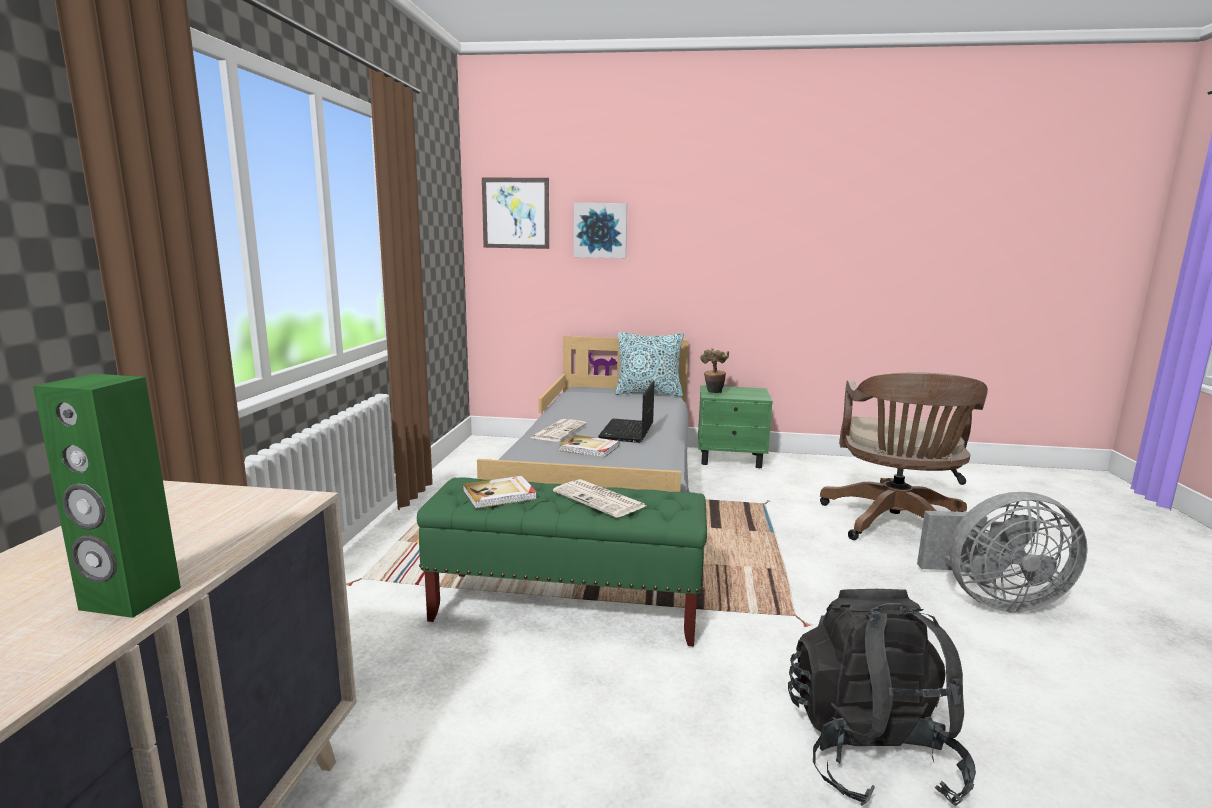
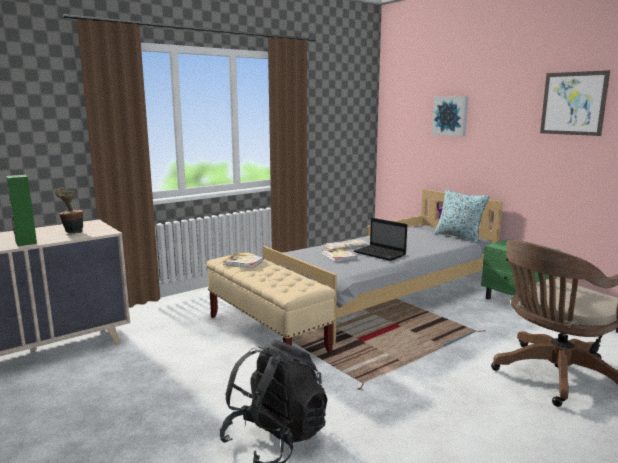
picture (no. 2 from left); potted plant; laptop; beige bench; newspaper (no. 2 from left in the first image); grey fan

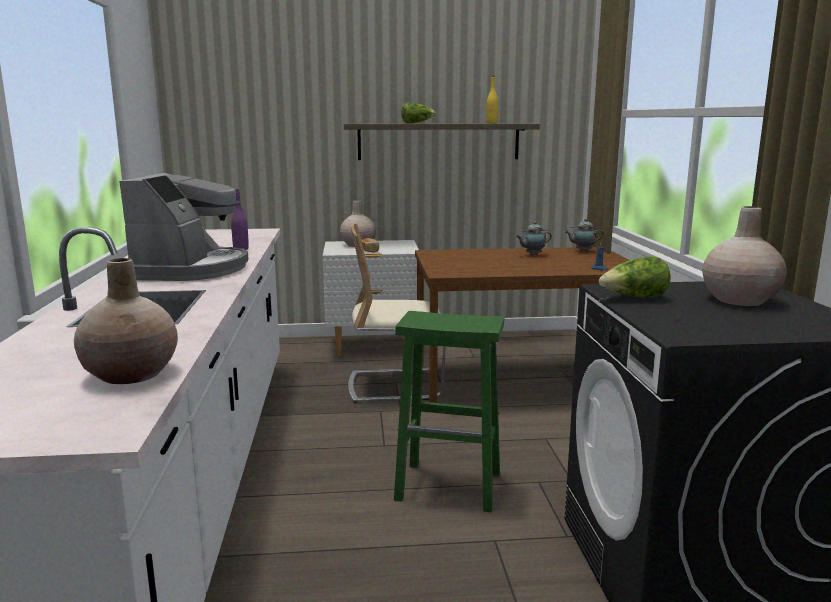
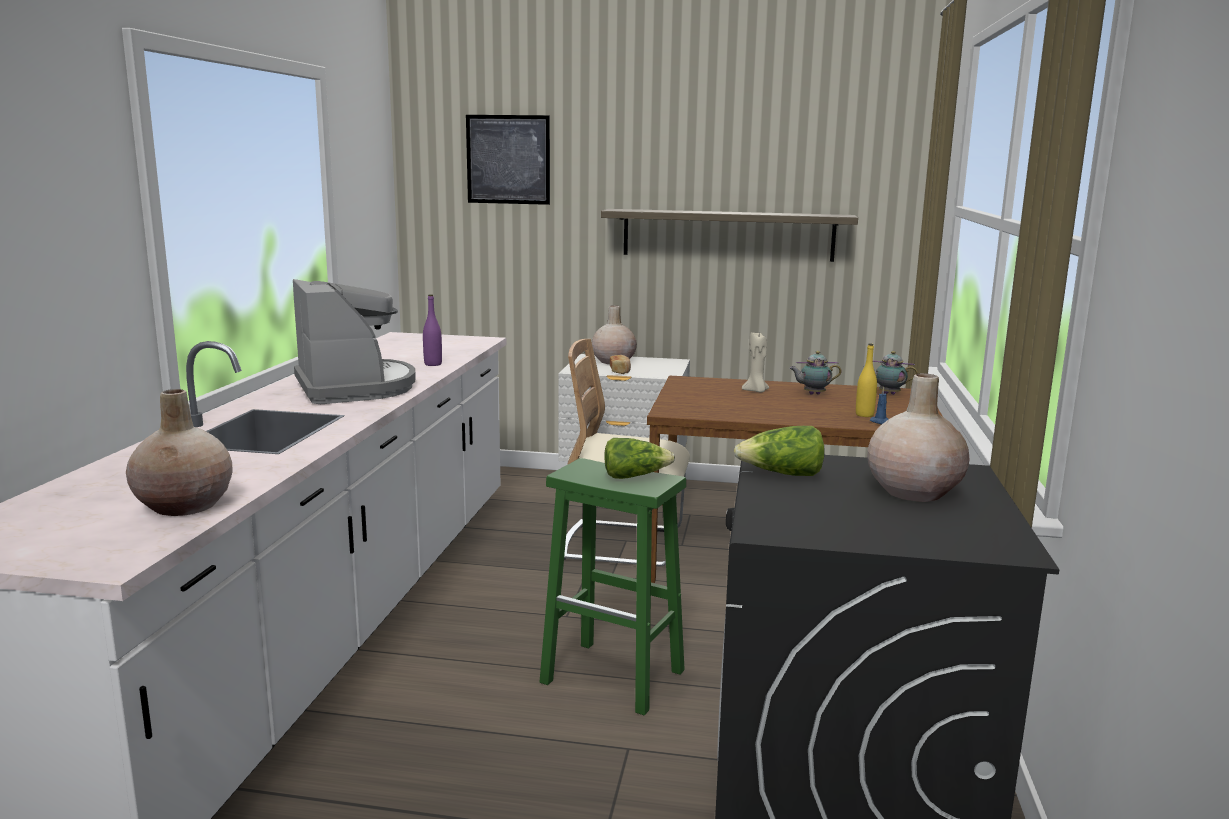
yellow bottle; lettuce (no. 1 from left); coffee machine; picture; beige candle

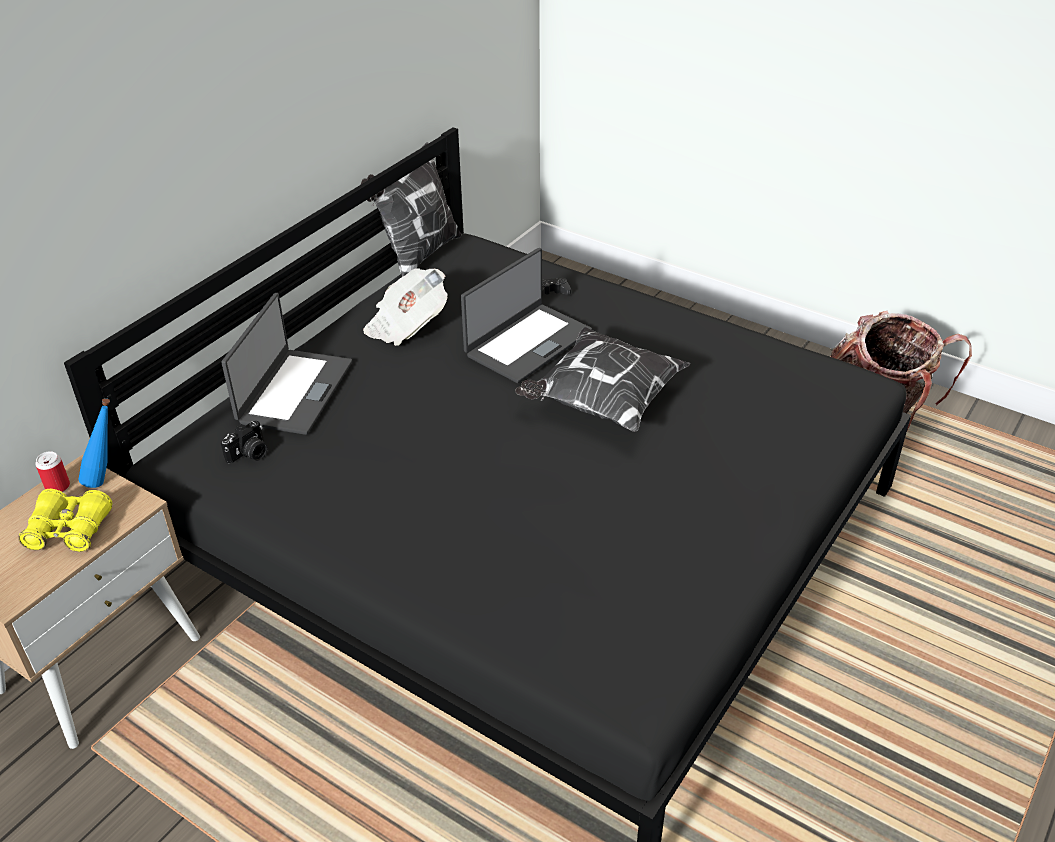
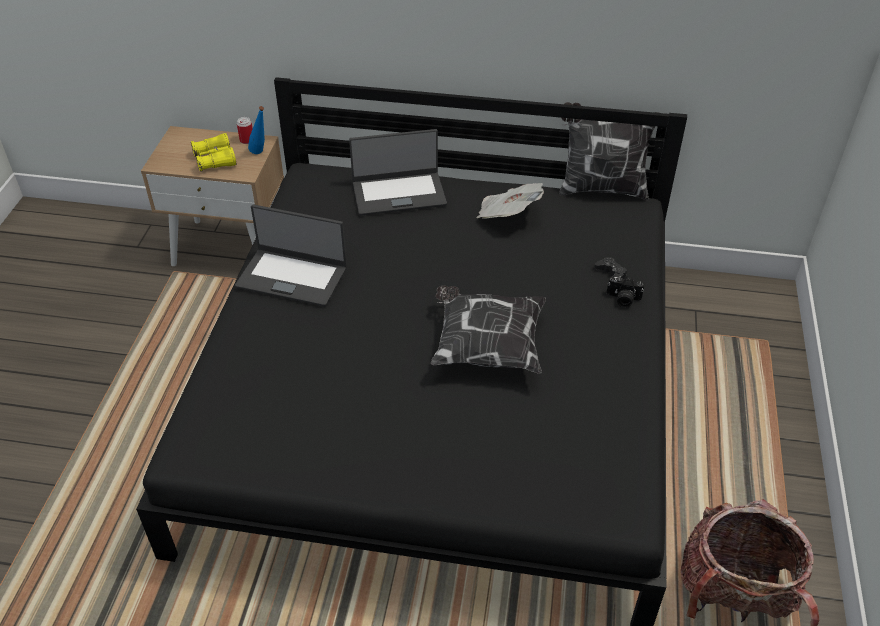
laptop (no. 1 from left); photo camera

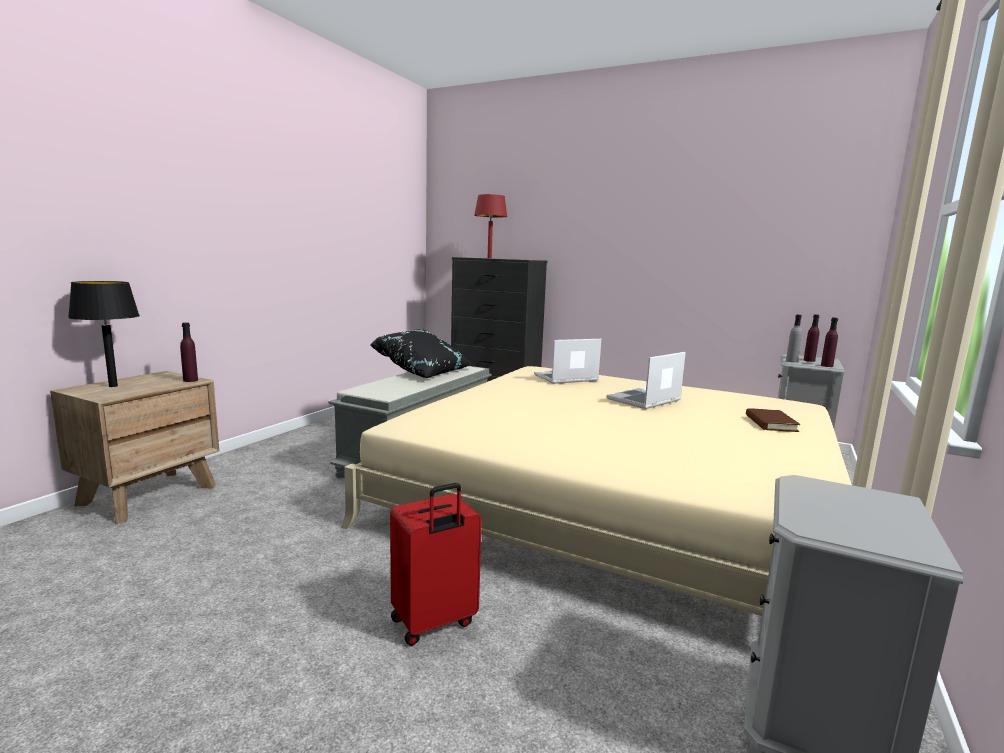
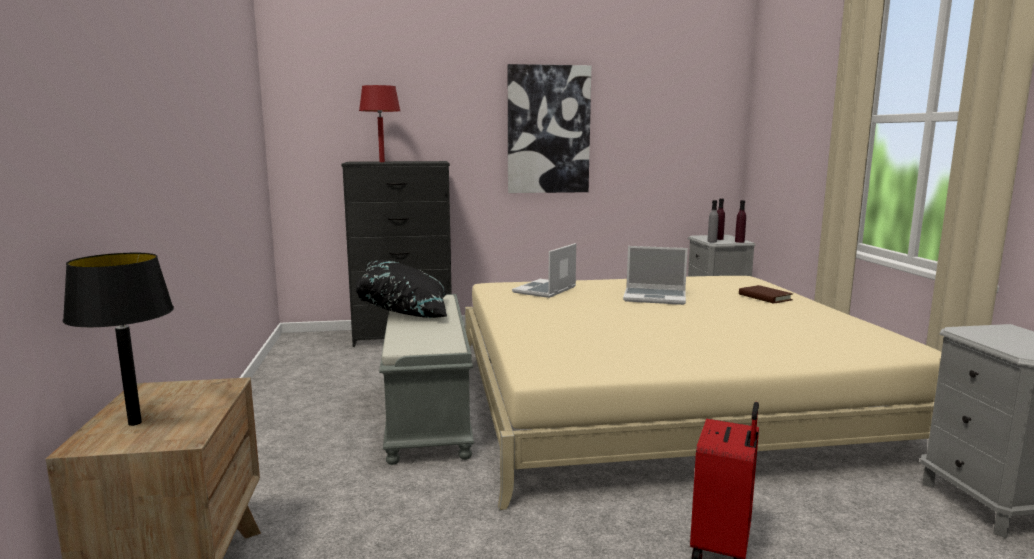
purple bottle (no. 1 from left in the first image); laptop (no. 2 from left); picture

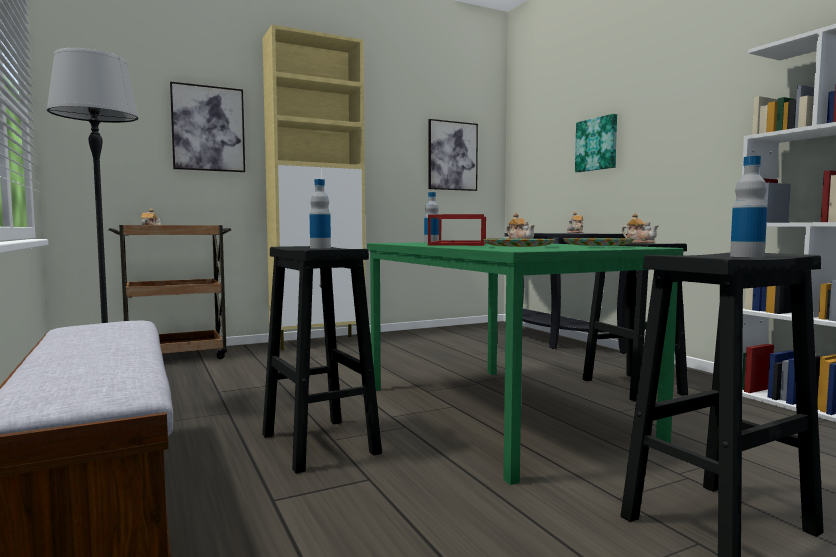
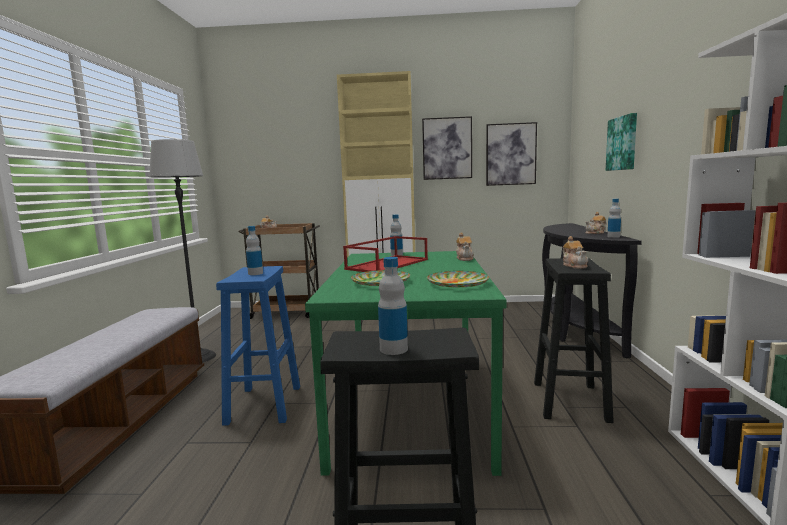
picture (no. 1 from left); blue stool; bottle (no. 4 from left)

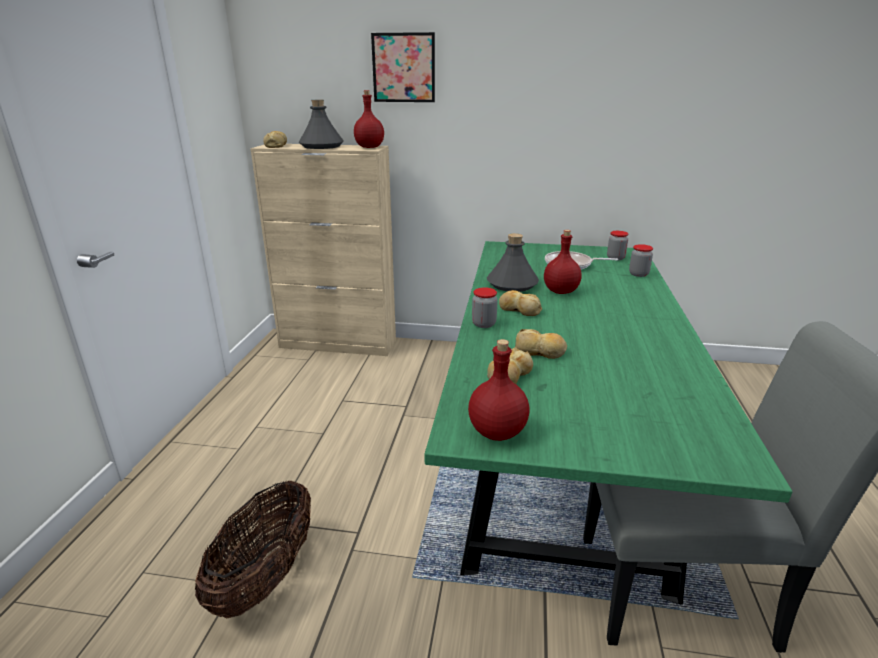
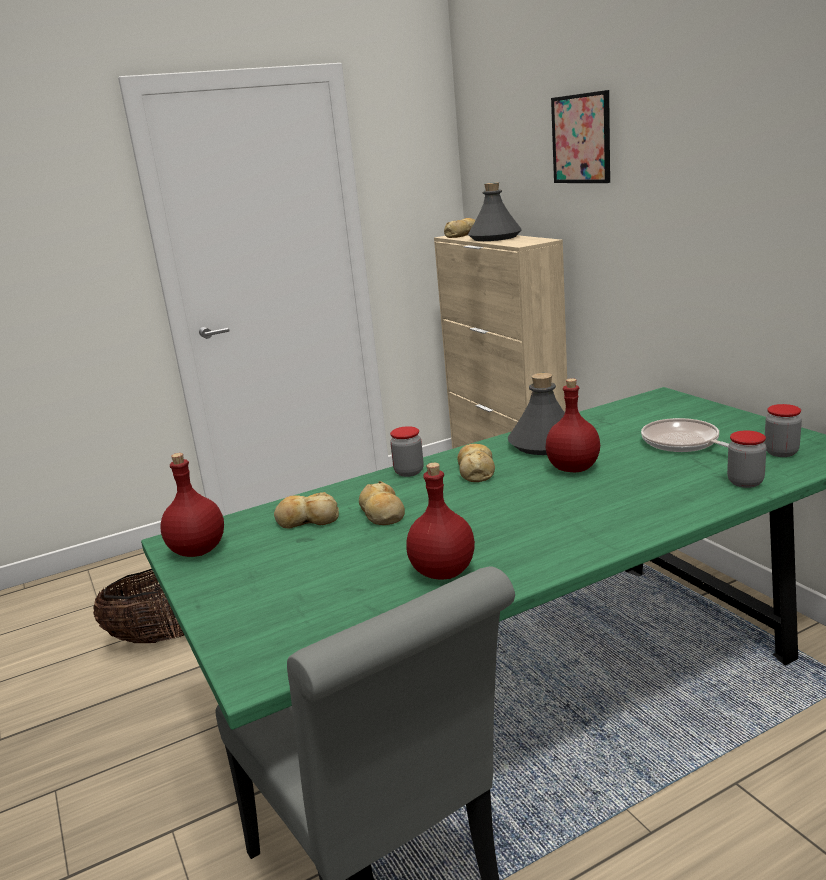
red bottle (no. 2 from left)

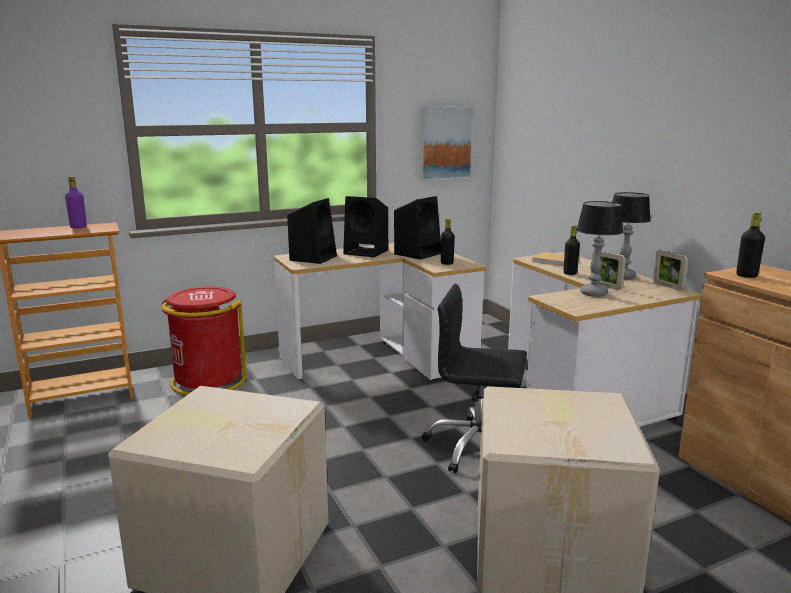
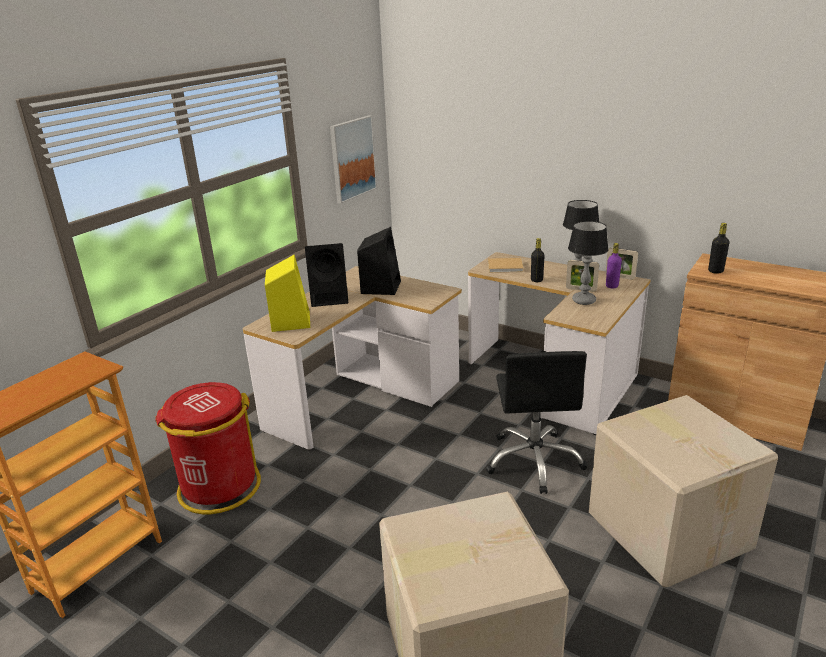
purple bottle; yellow speaker; black bottle (no. 1 from left in the first image); black office chair

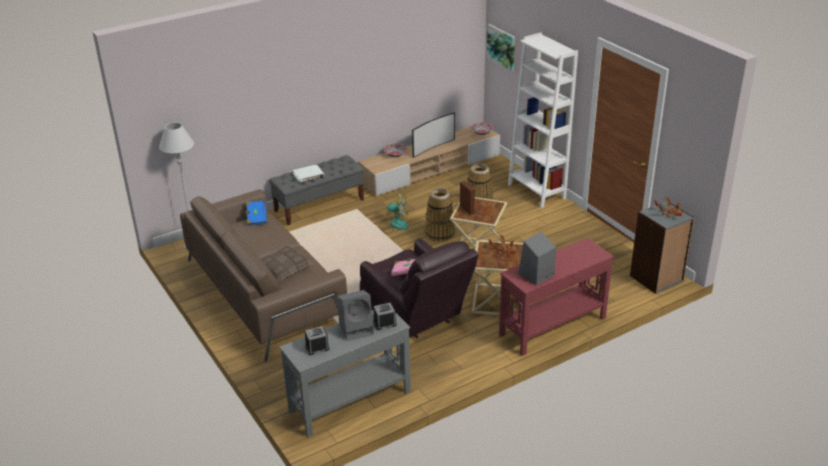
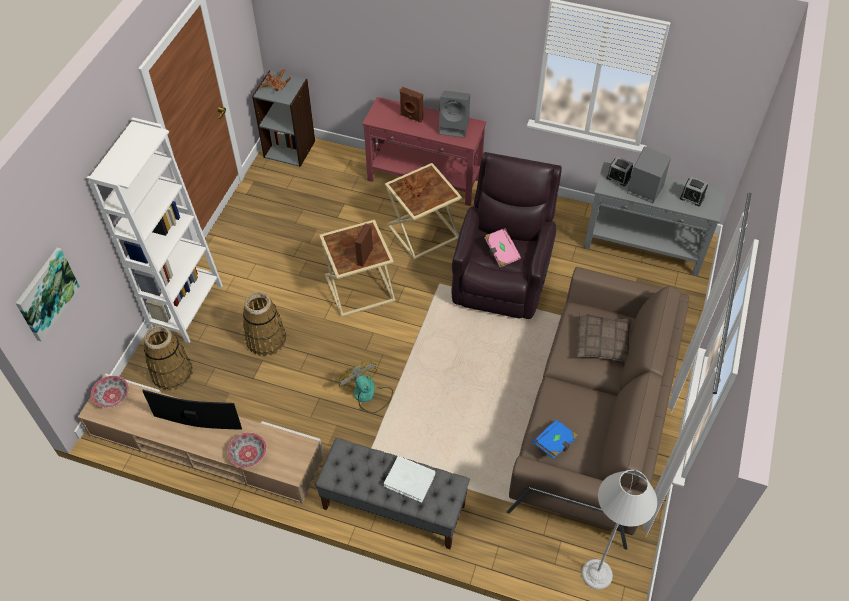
basket (no. 1 from left); brown speaker (no. 2 from left)

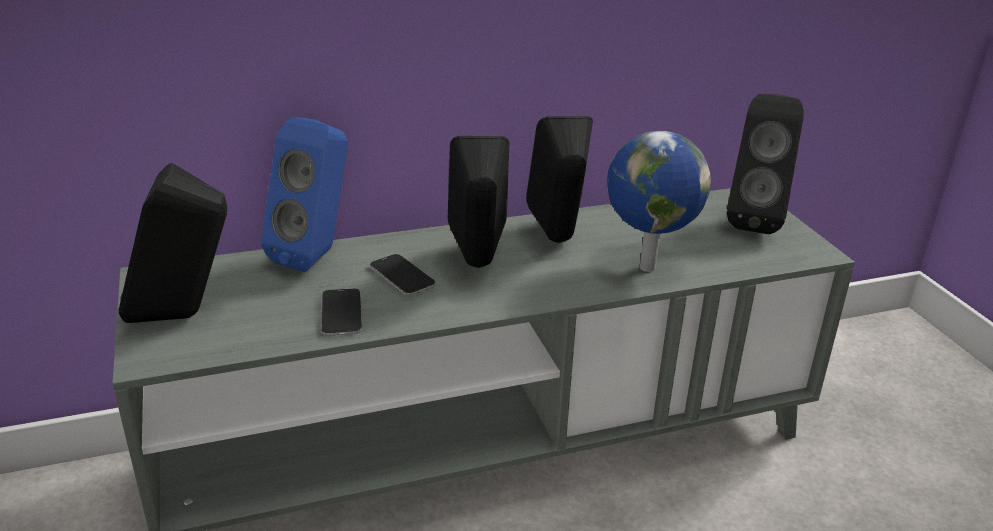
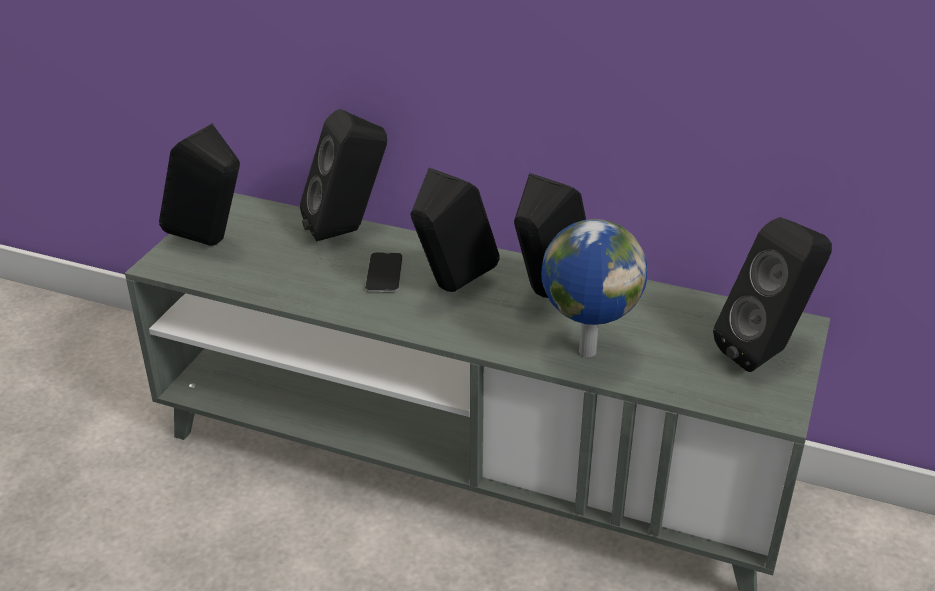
black speaker (no. 2 from left); phone (no. 1 from left in the first image)

